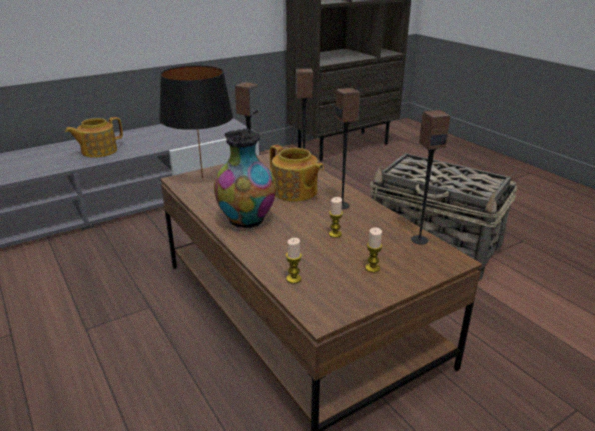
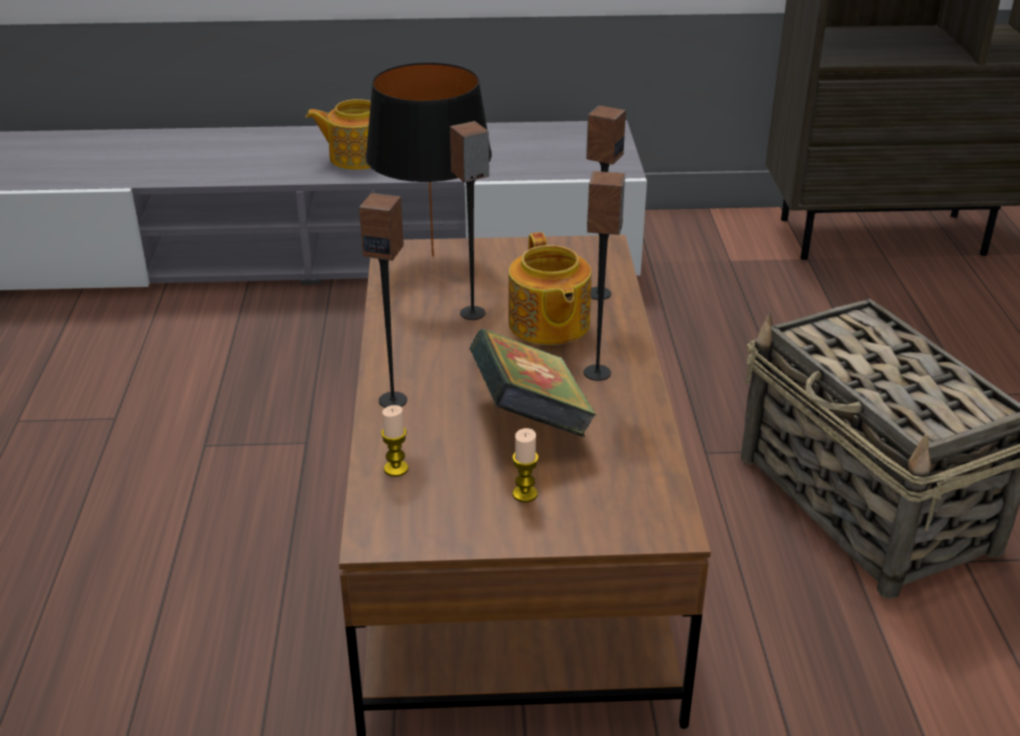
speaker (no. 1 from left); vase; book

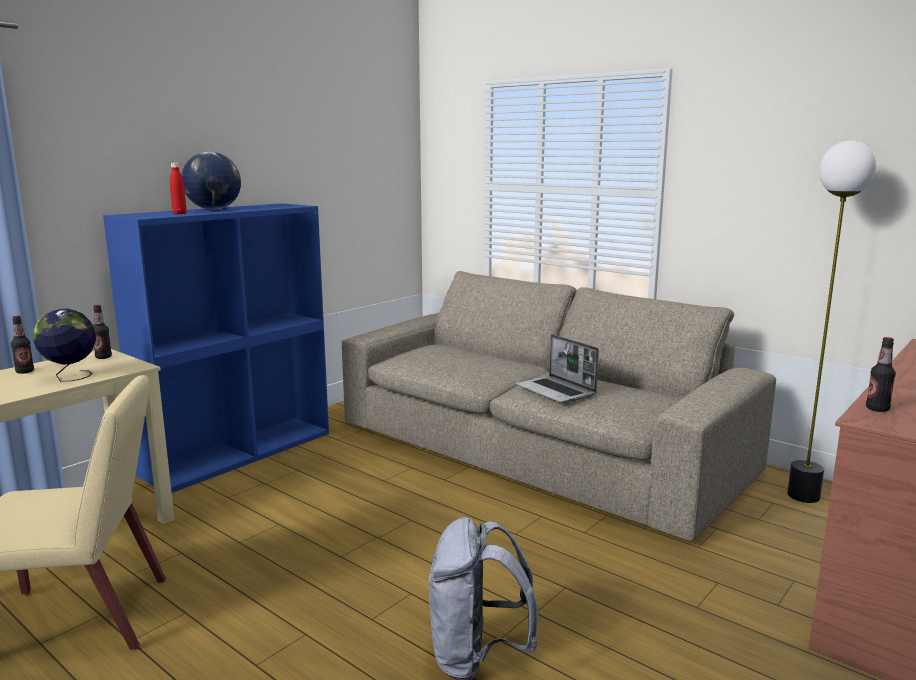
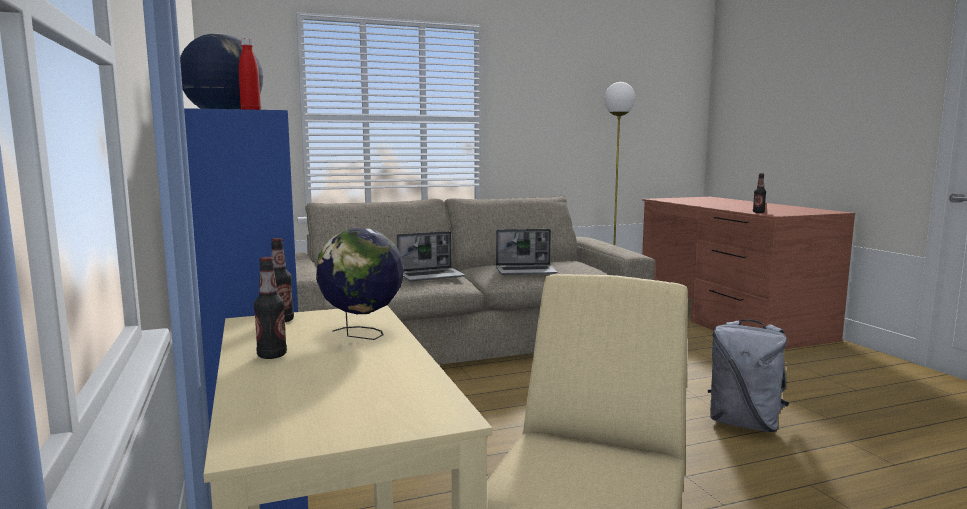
laptop (no. 1 from left)

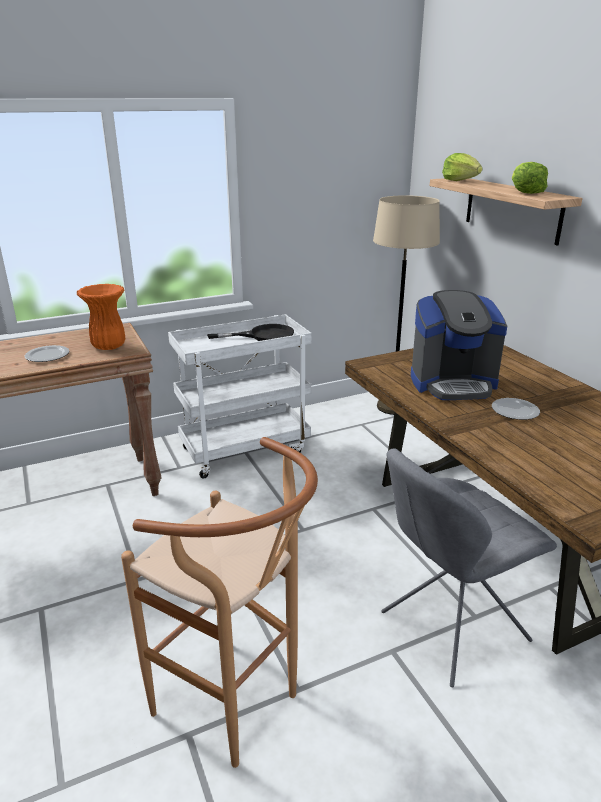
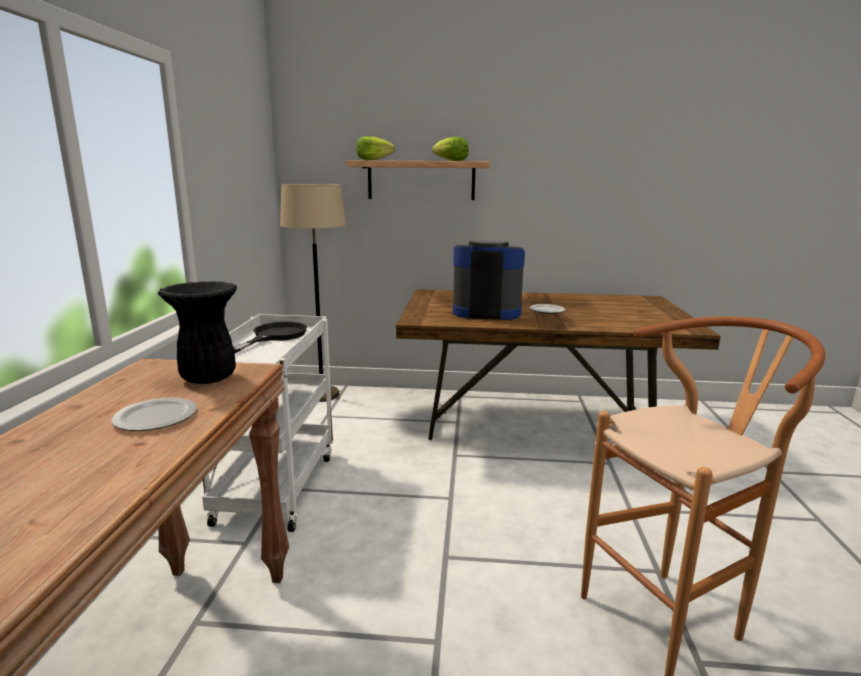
black vase; coffee machine; grey chair

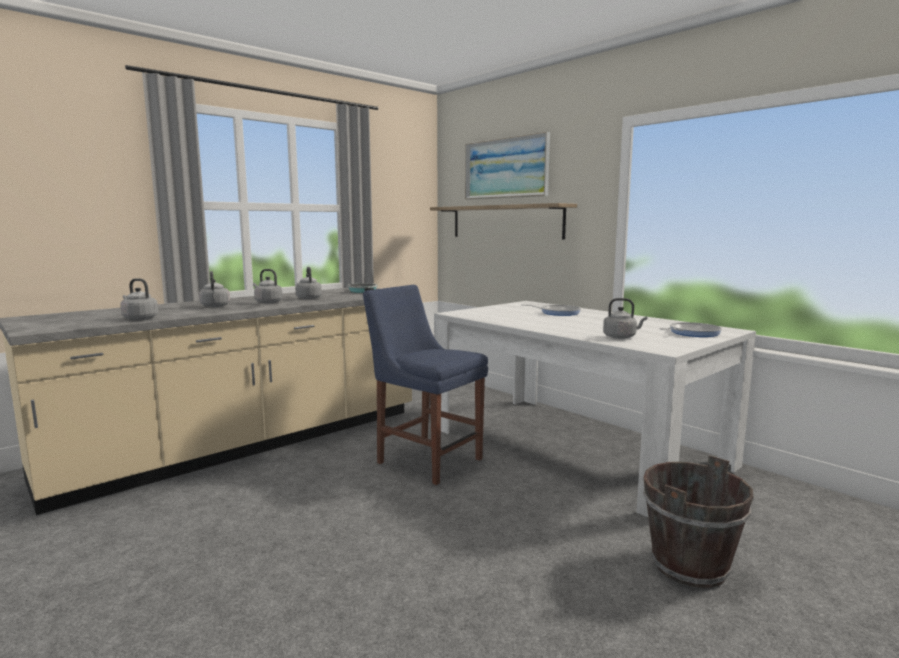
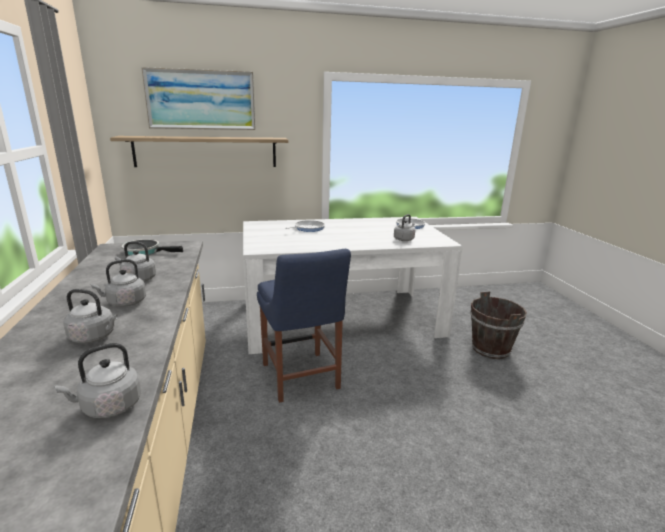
blue chair

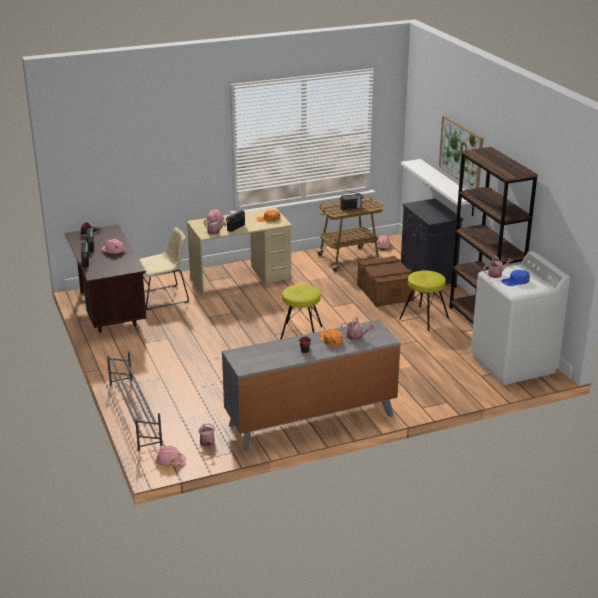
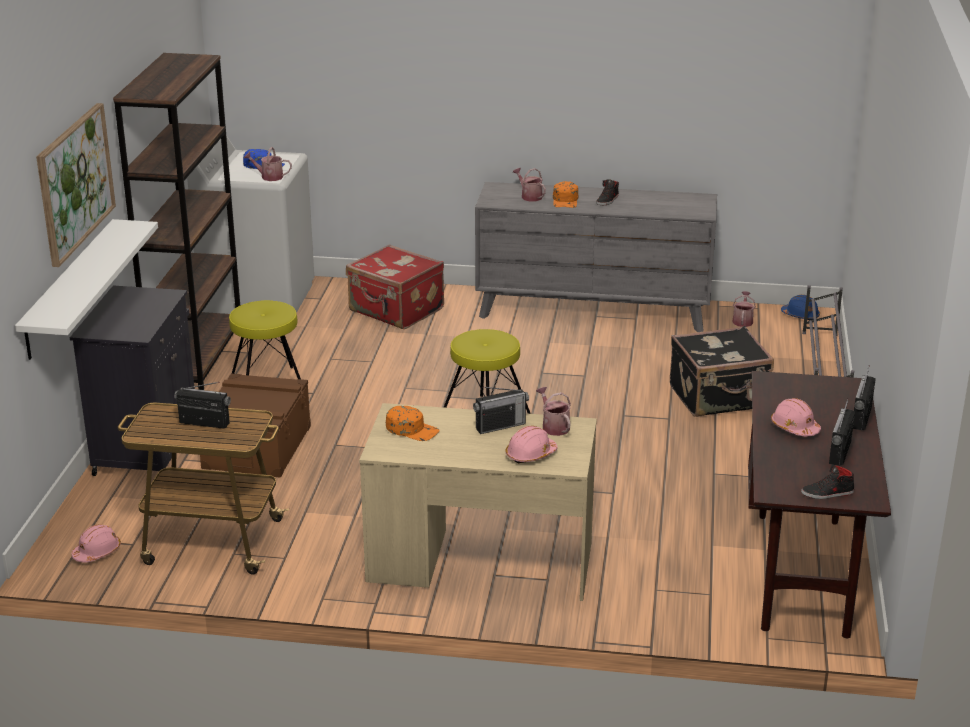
beige chair; blue hard hat; red suitcase; black suitcase

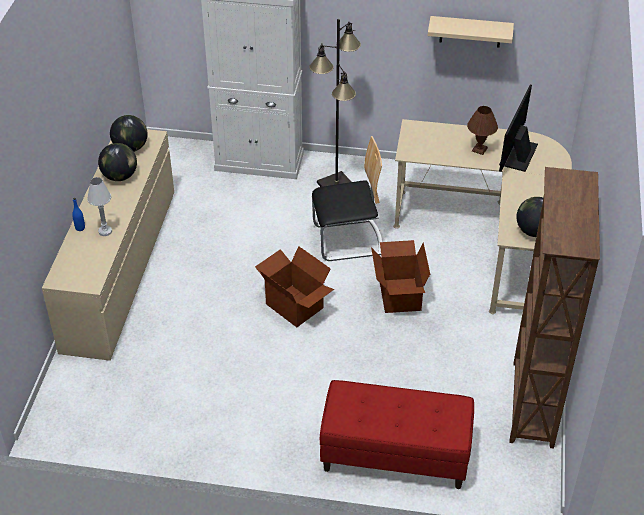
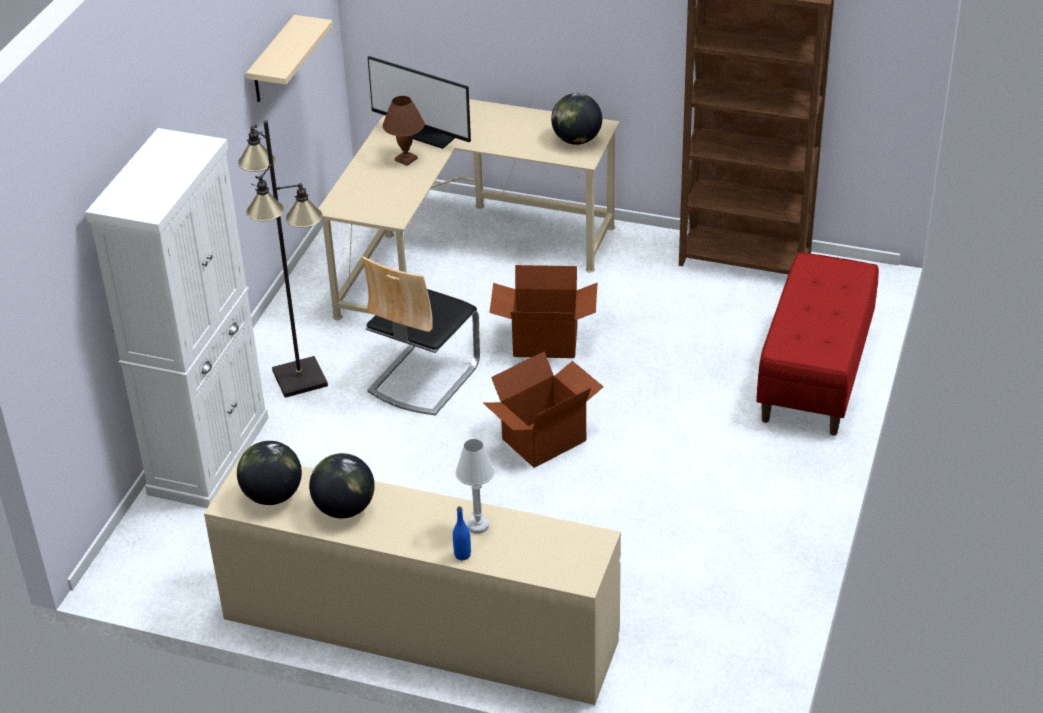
chair

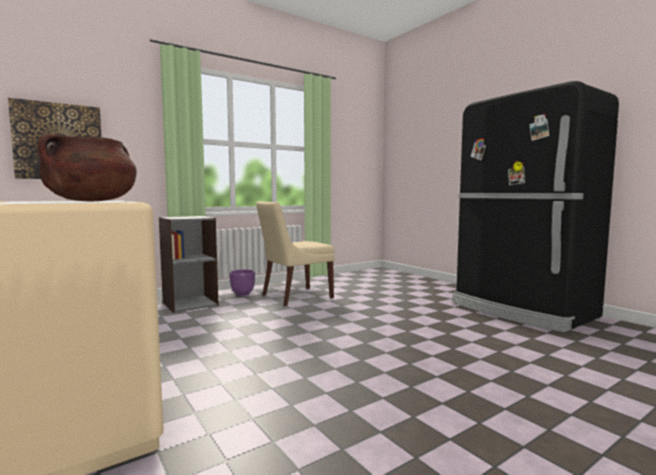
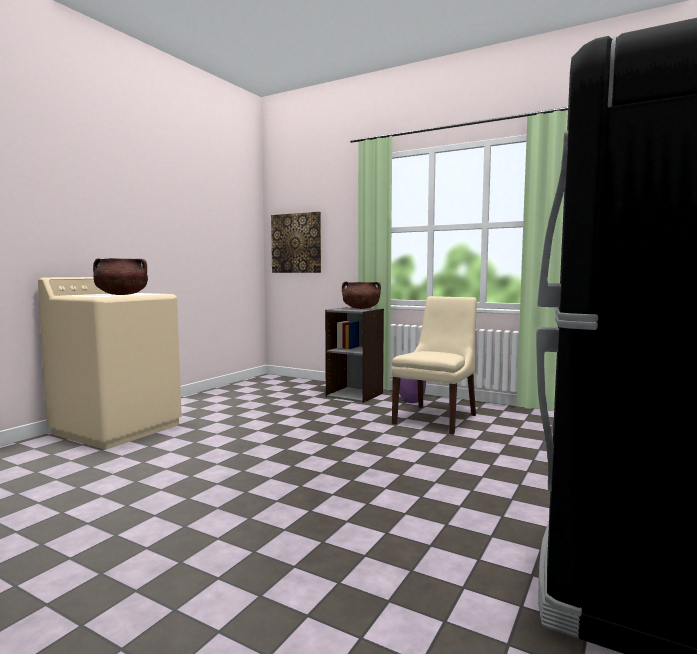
beige chair; brown cooking pot (no. 2 from left)

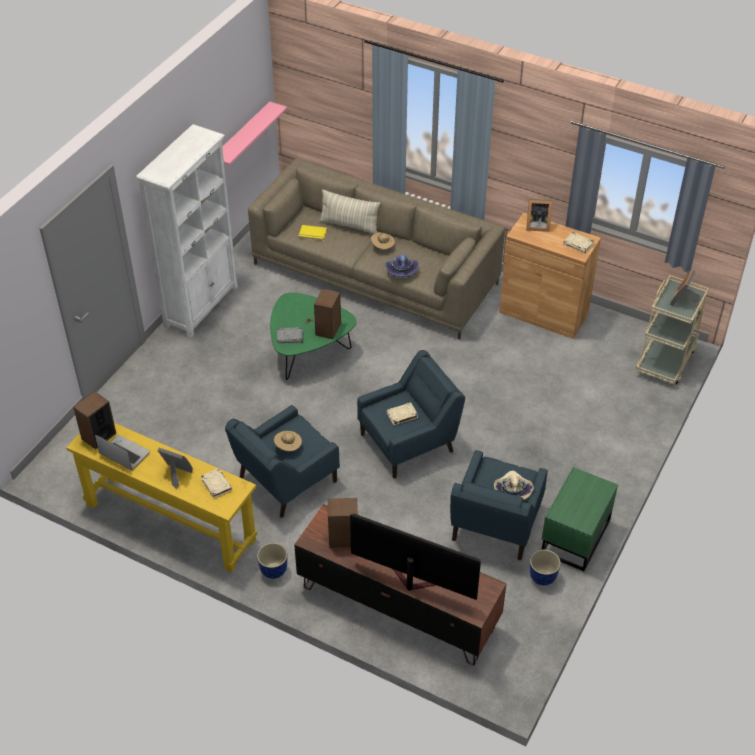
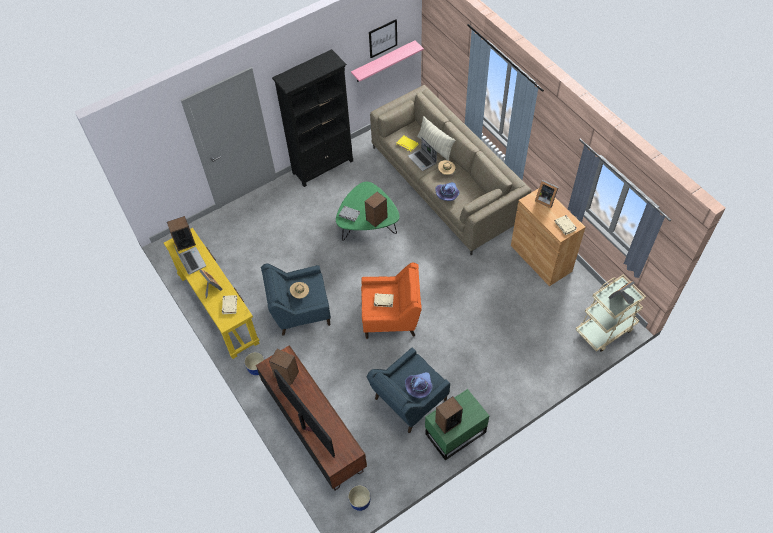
black bookcase; orange armchair; purple hat (no. 1 from left); planter (no. 2 from left); picture; laptop (no. 2 from left); speaker (no. 4 from left)

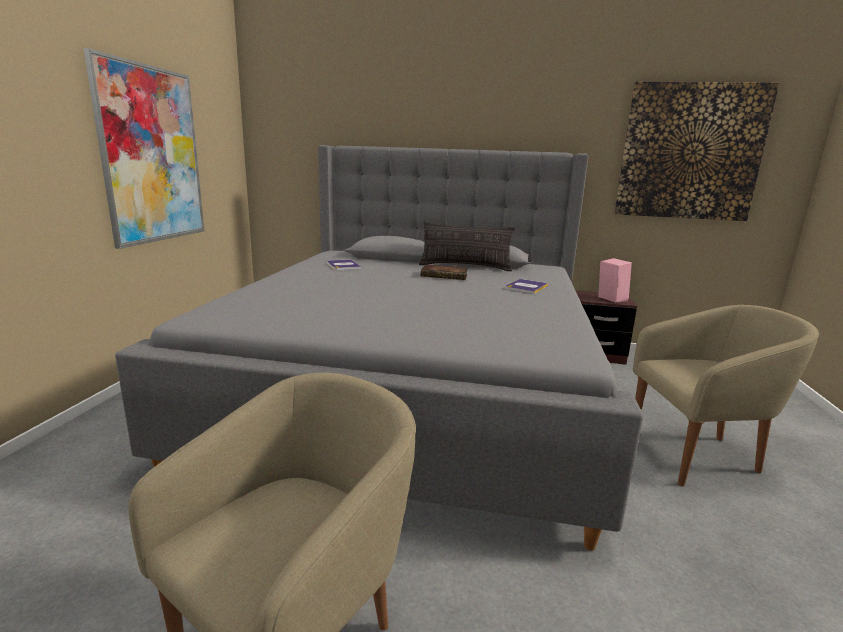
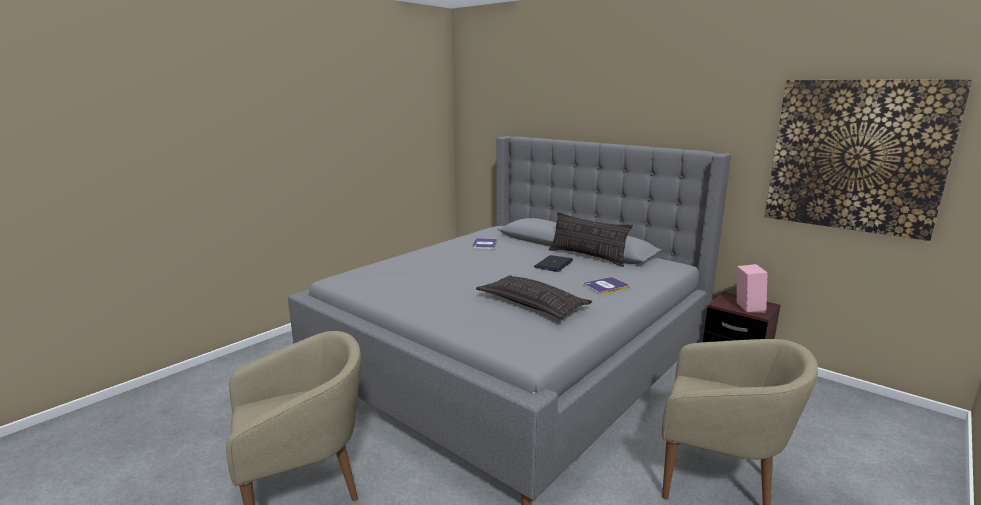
picture (no. 1 from left in the first image); laptop; pillow (no. 1 from left)

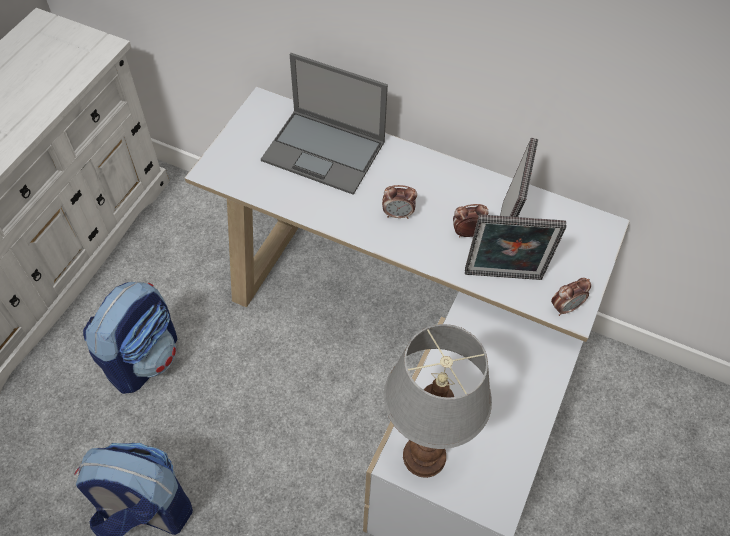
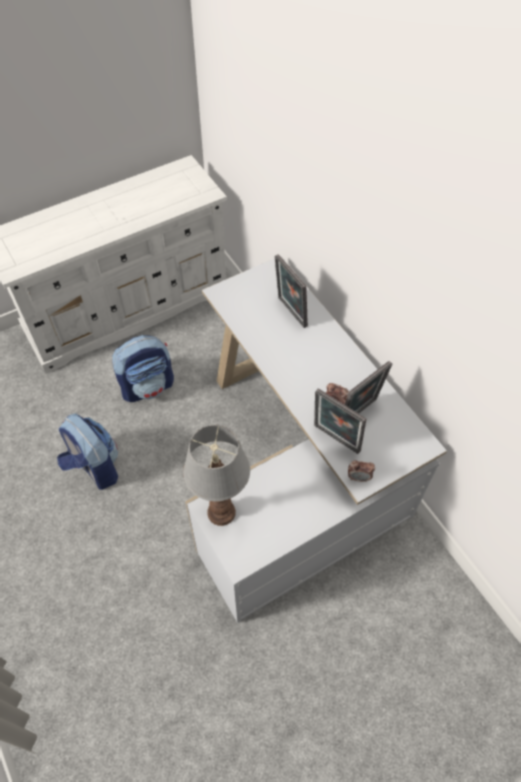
picture frame (no. 1 from left); alarm clock (no. 1 from left in the first image)

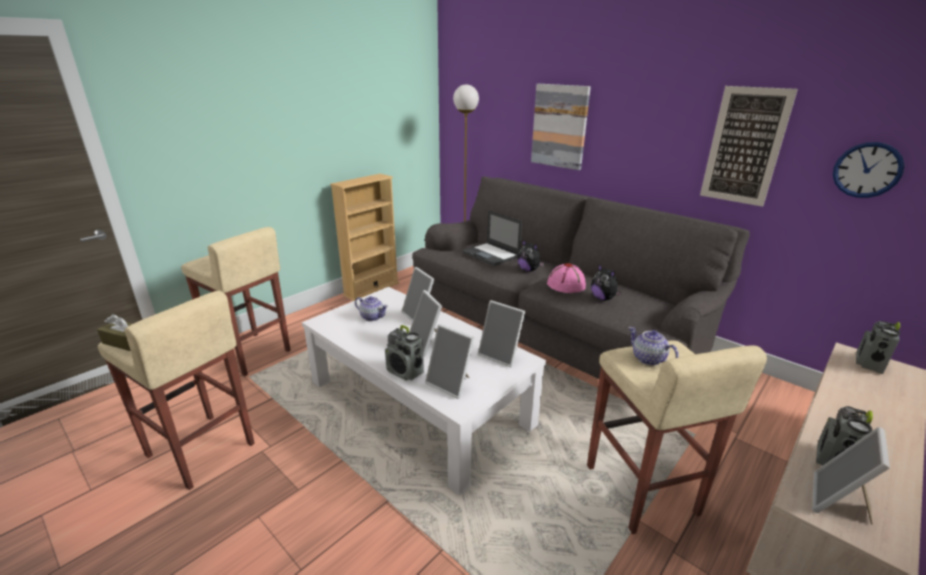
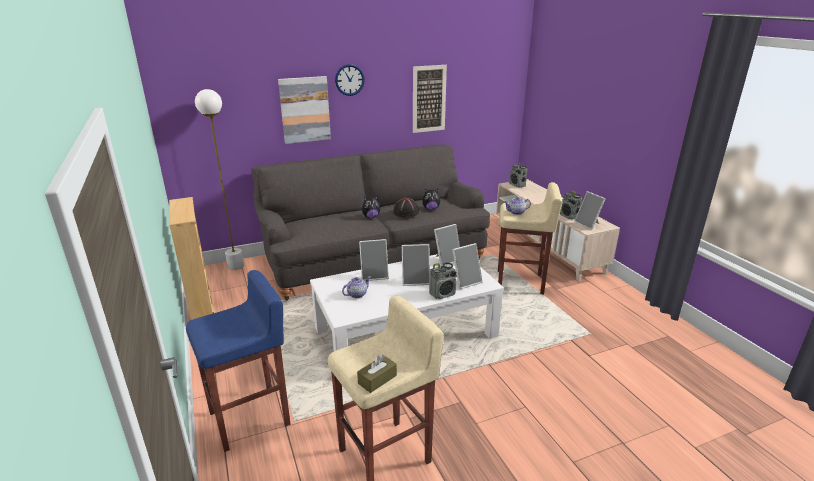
wall clock; laptop; blue stool; black hat

